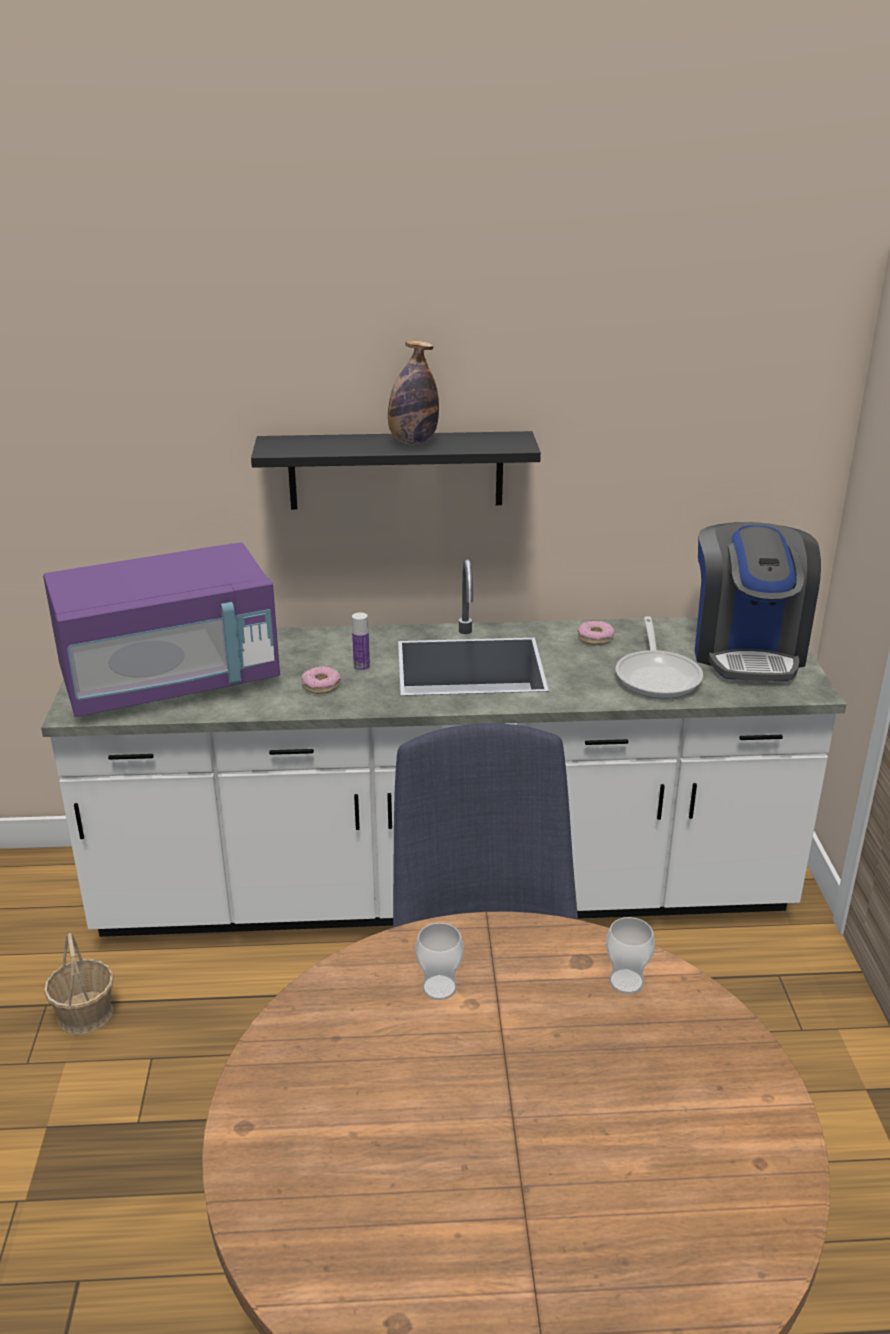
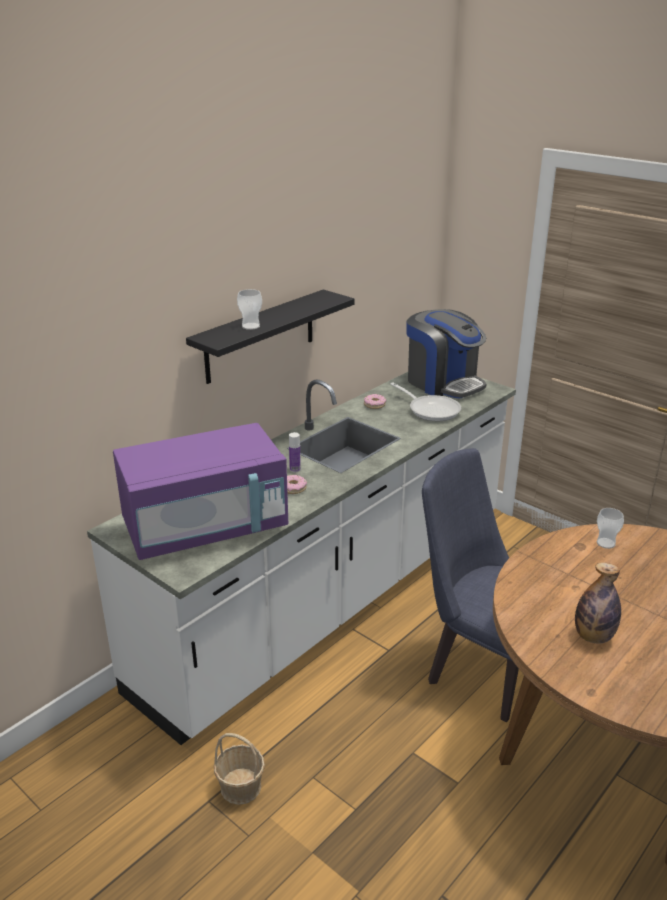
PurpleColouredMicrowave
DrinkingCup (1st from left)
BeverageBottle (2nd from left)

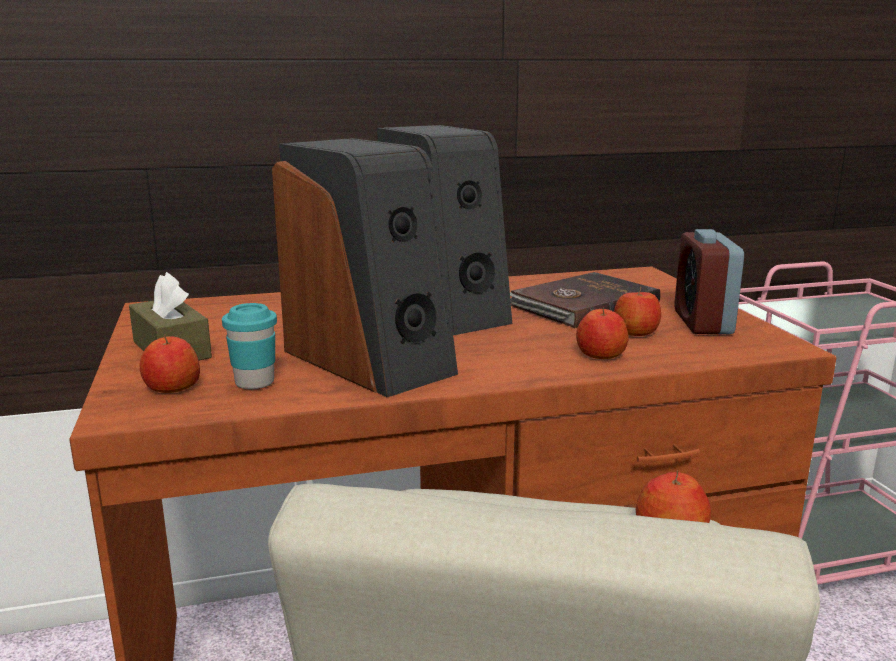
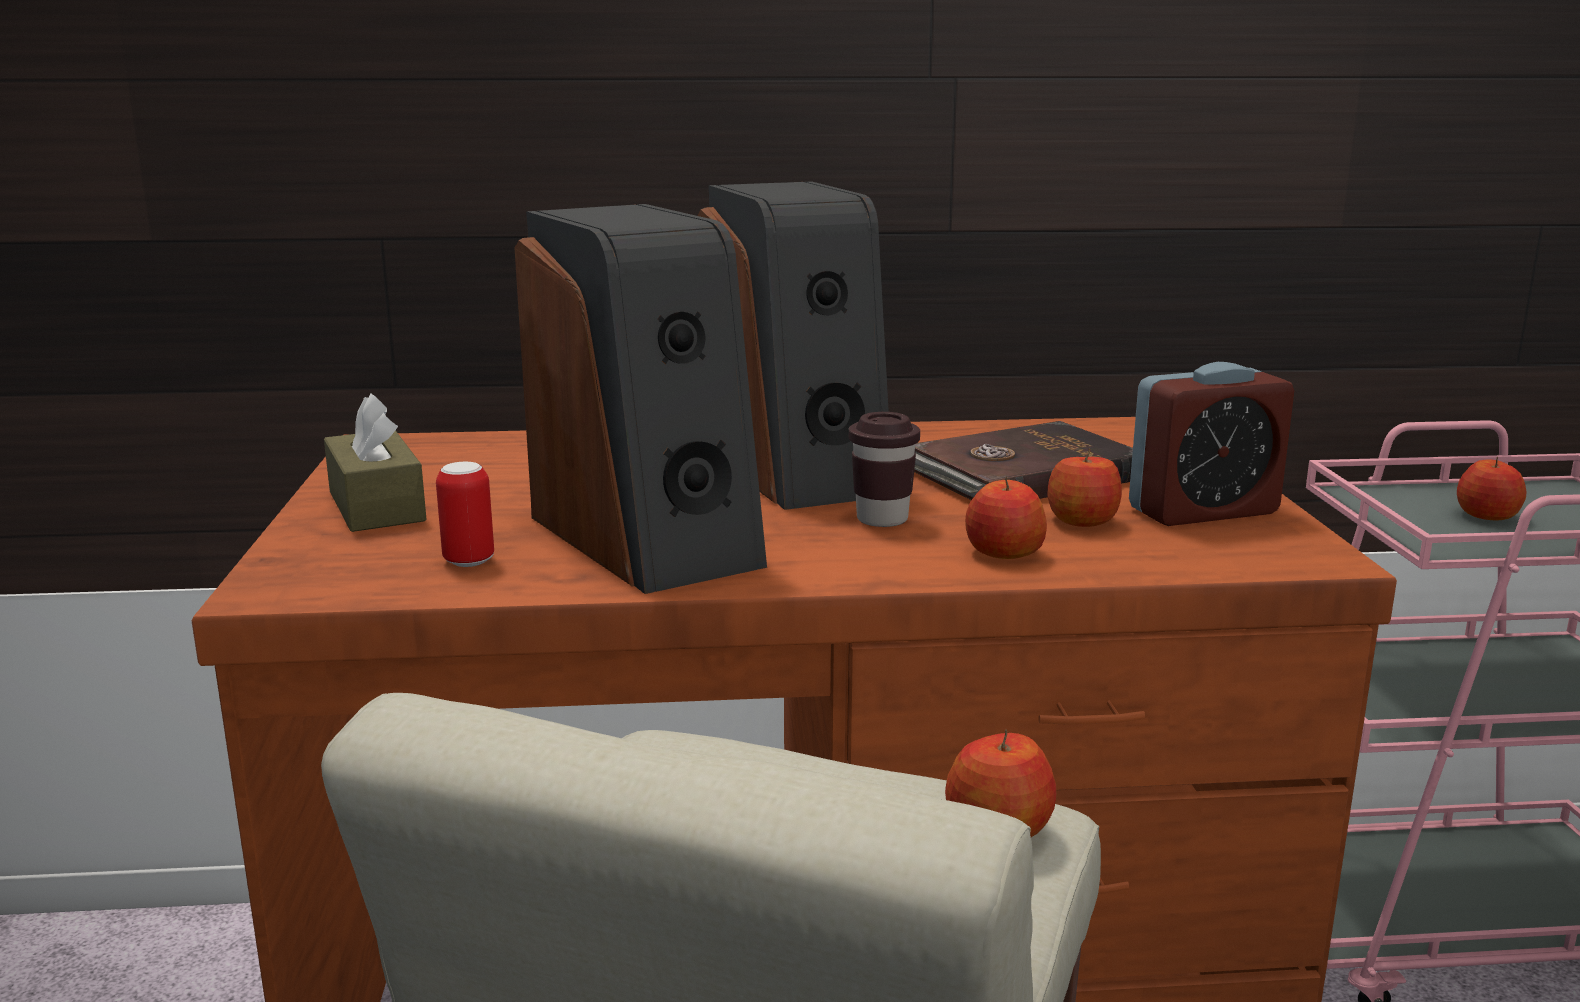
SealedCan
BrownColouredDrinkingCup
BedsideClock
AppleFruit (4th from left)

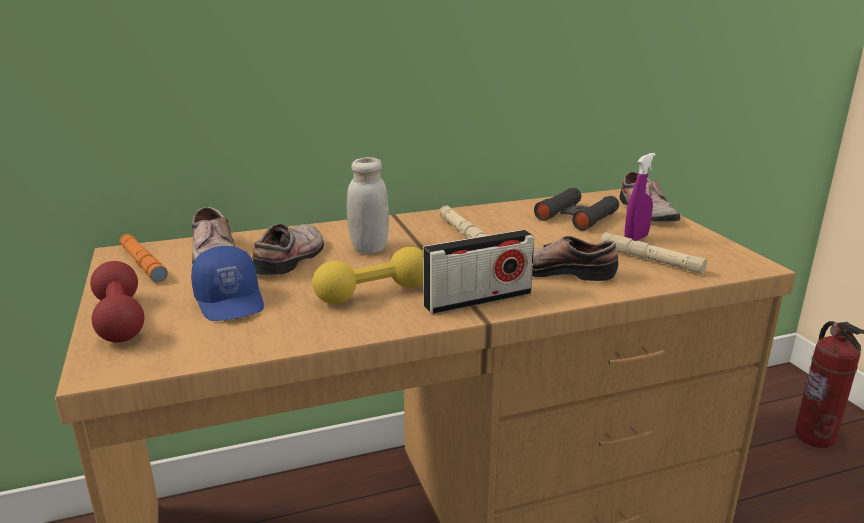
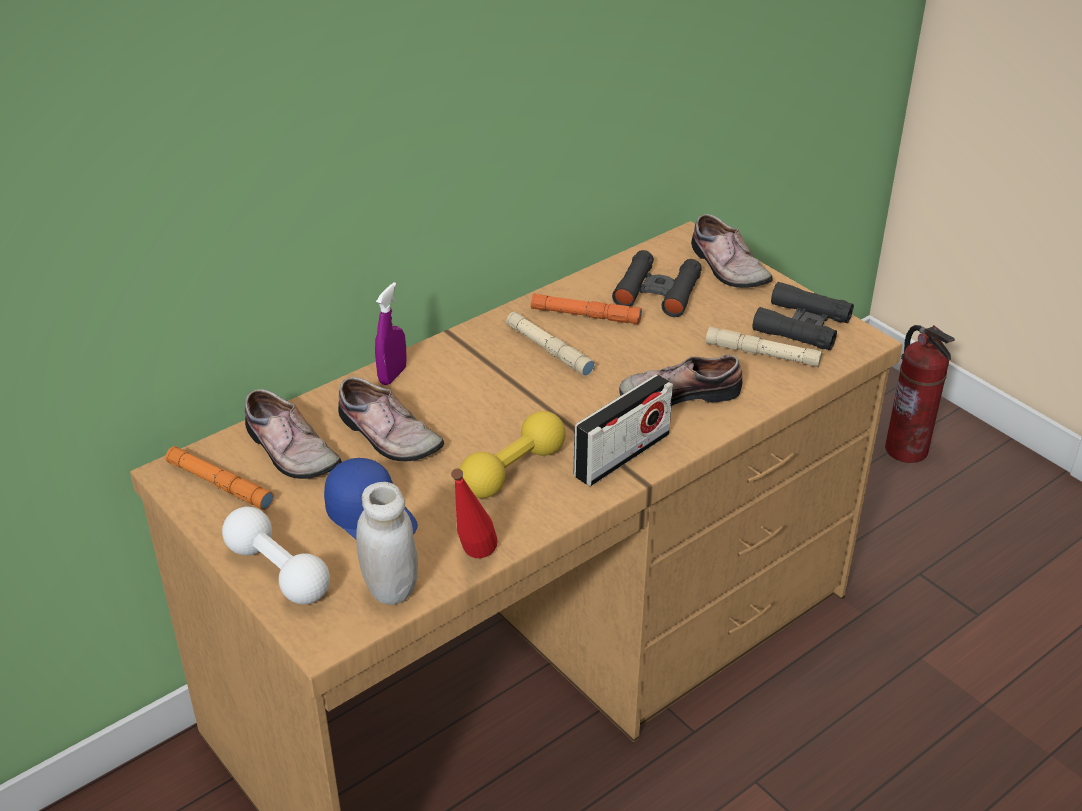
WhitishHandWeight
Shoe (2nd from left)
WhitishJar
PurpleColouredSprayer
RedColouredBeverageBottle
OrangeFlashlight (2nd from left)
BlackColouredPairOfBinoculars (2nd from left)

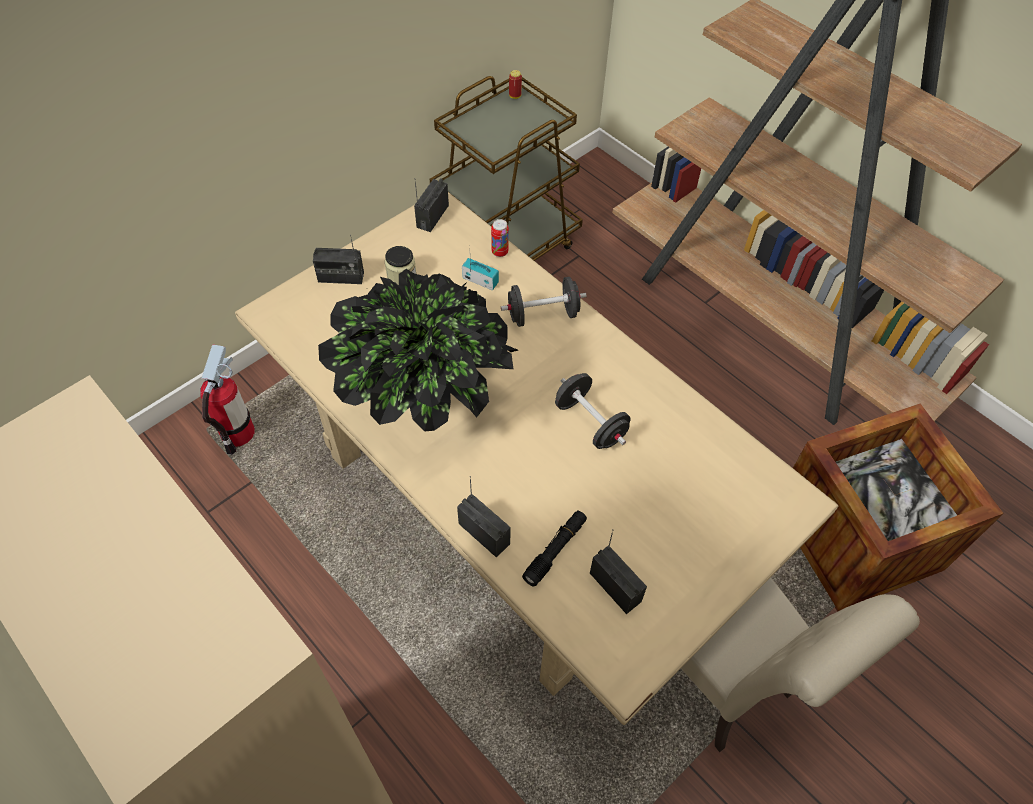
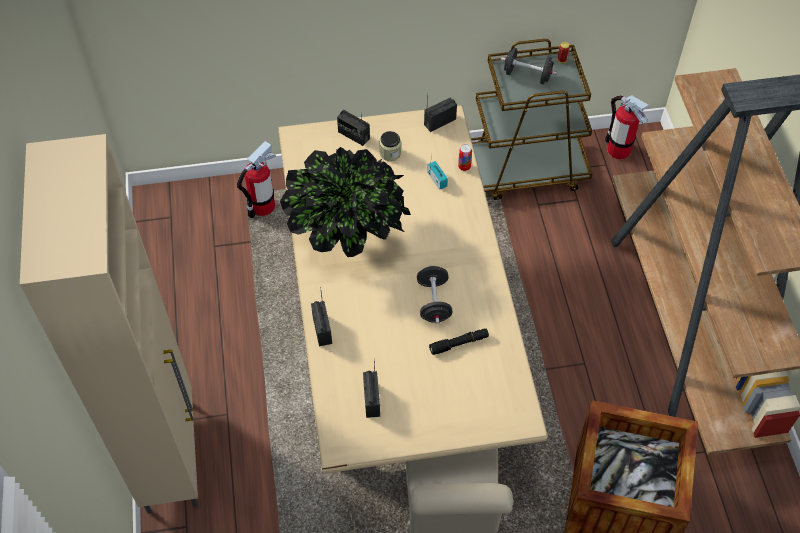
BlackColouredFlashlight
BlackColouredHandWeight (2nd from left)
FireFightingCylinder (2nd from left)

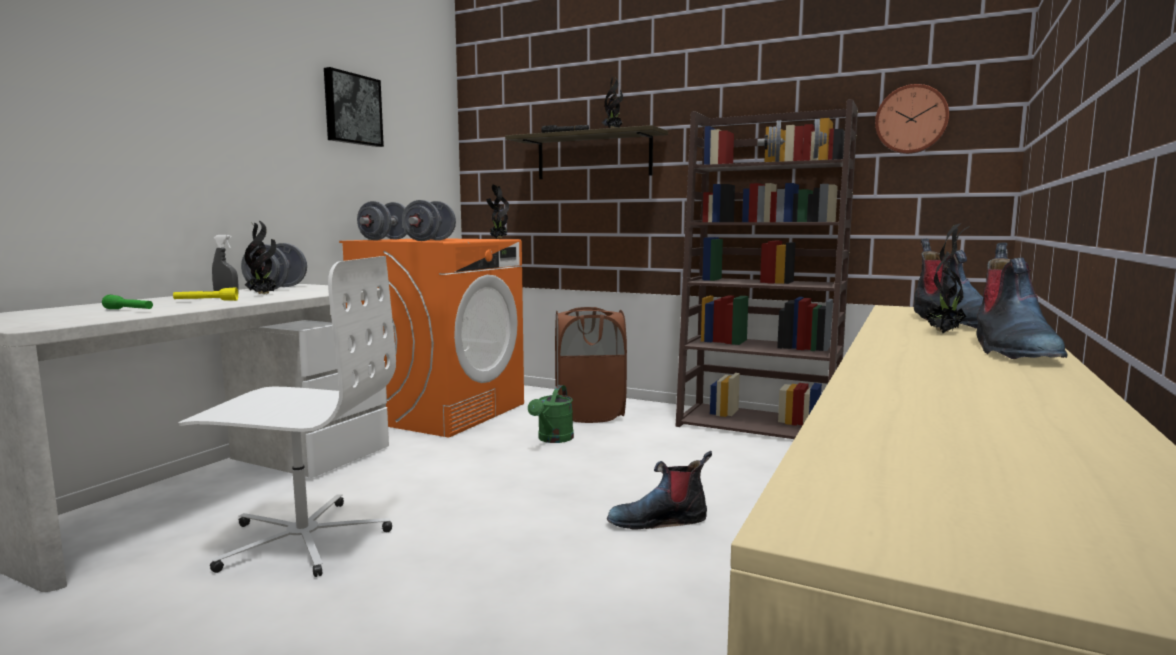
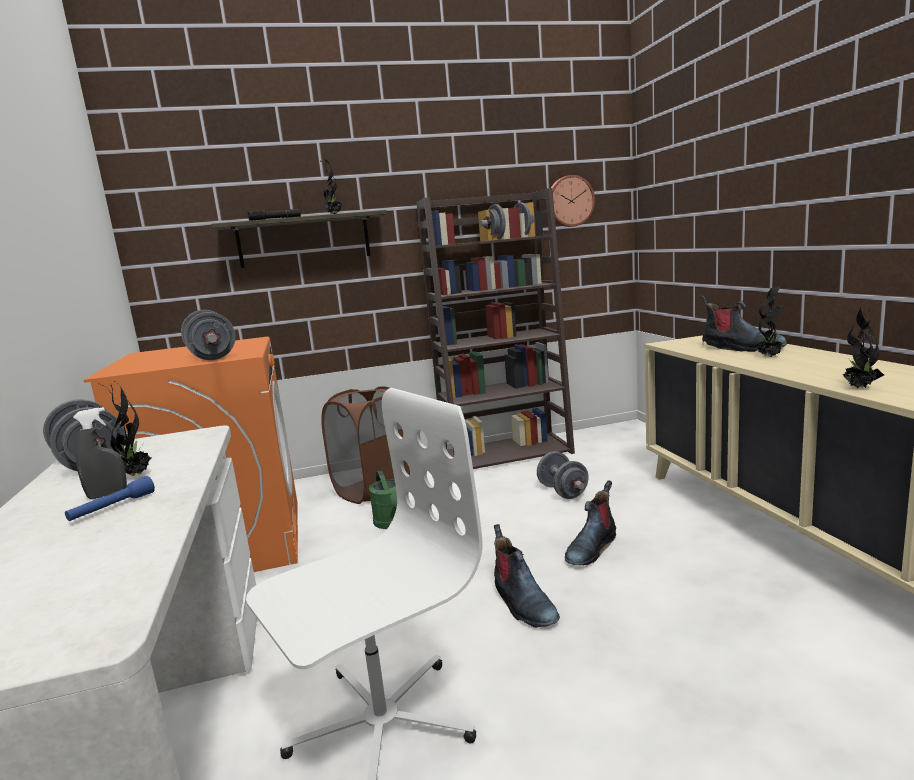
BluishFlashlight
TallBoot (1st from left)
GreyHandWeight (4th from left)
PlantInAPot (4th from left)
GreenishFlashlight
WallArt

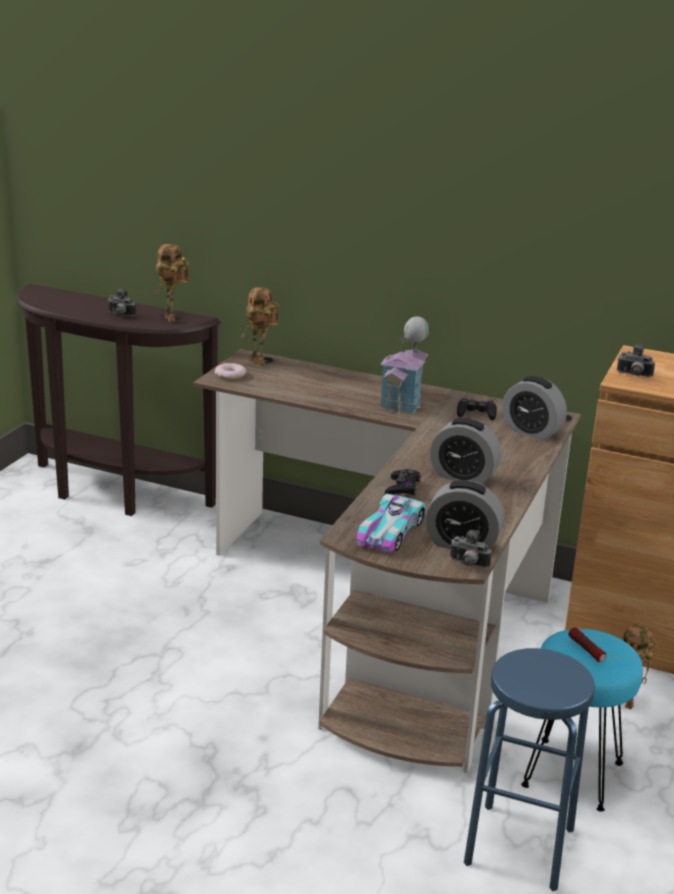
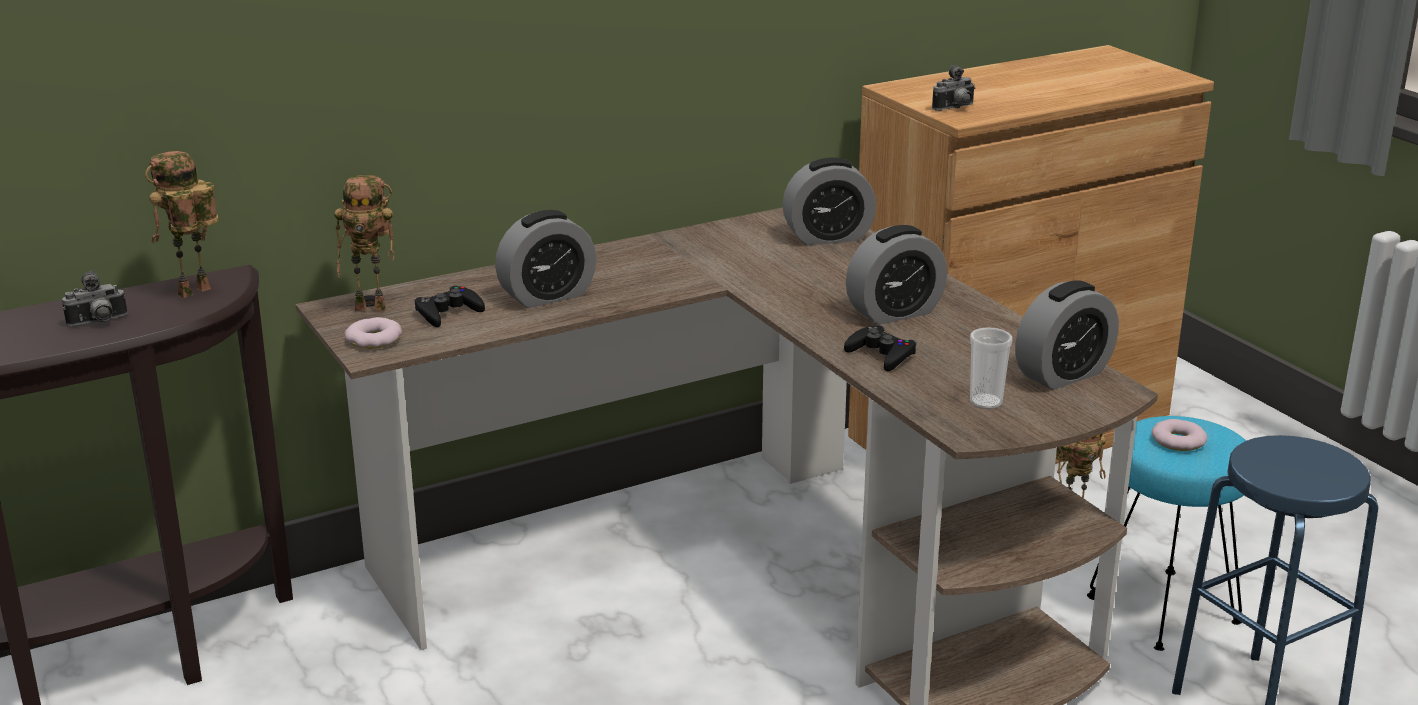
ModelRobot (1st from left)
BlackColouredGamepad (1st from left)
BedsideClock (1st from left)
DrinkingCup
RingDoughnut (2nd from left)
ToyHouse
StillCamera (2nd from left in the first image)

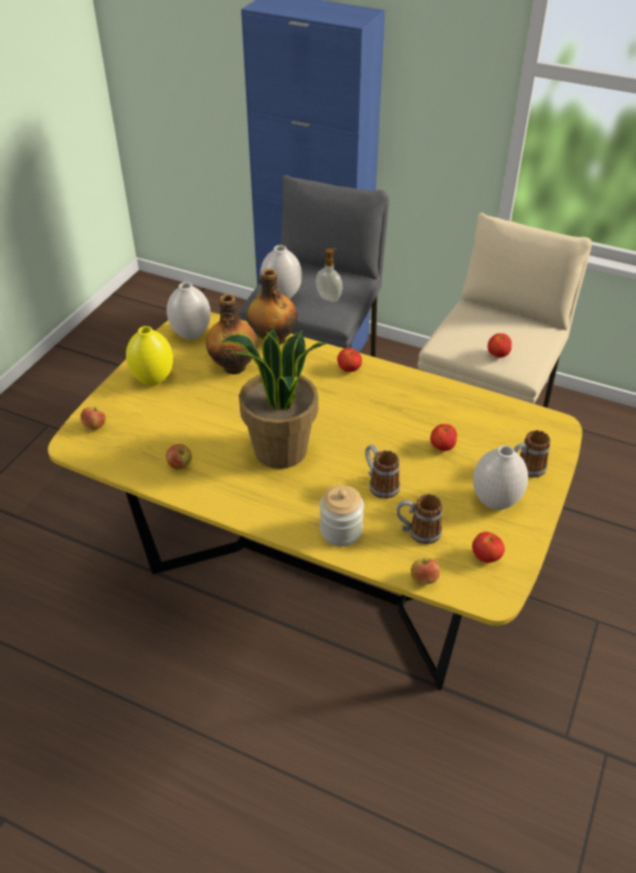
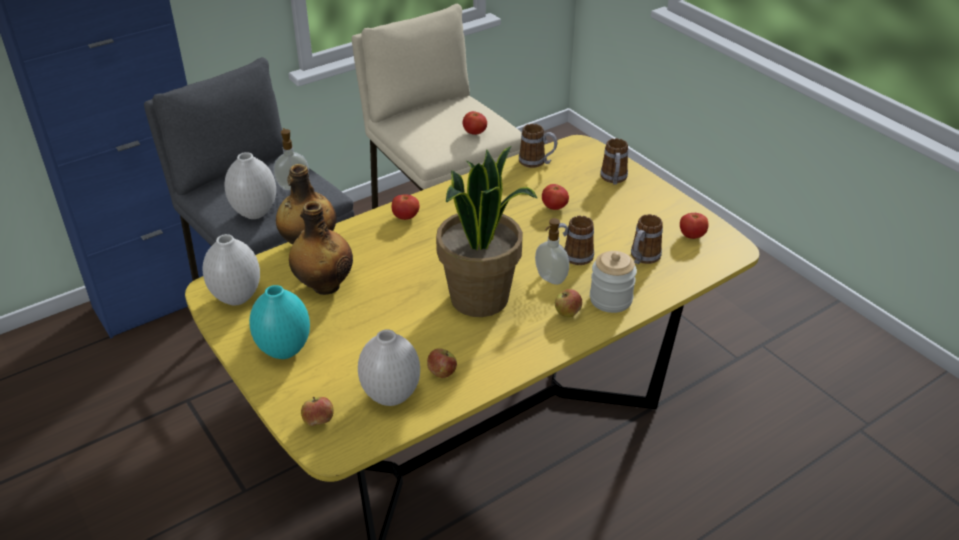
TurquoiseColouredVase
WhitishVase (3rd from left)
CoffeeMug (1st from left)
LiquidSoapBottle (2nd from left)
AppleFruit (3rd from left)

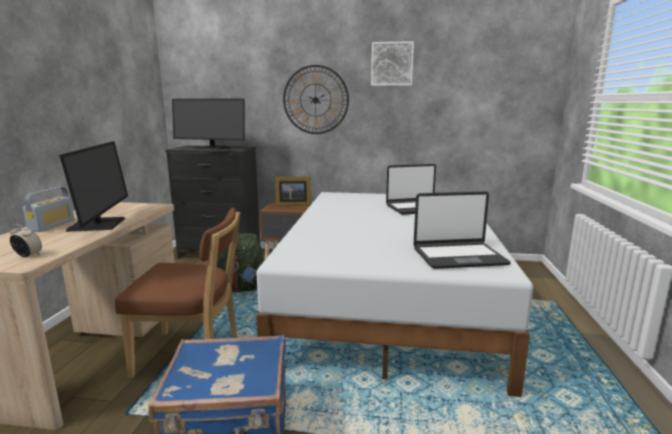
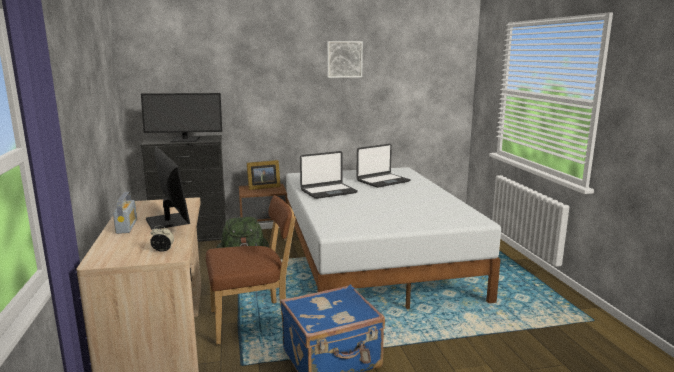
Laptop (1st from left)
HangingClock

